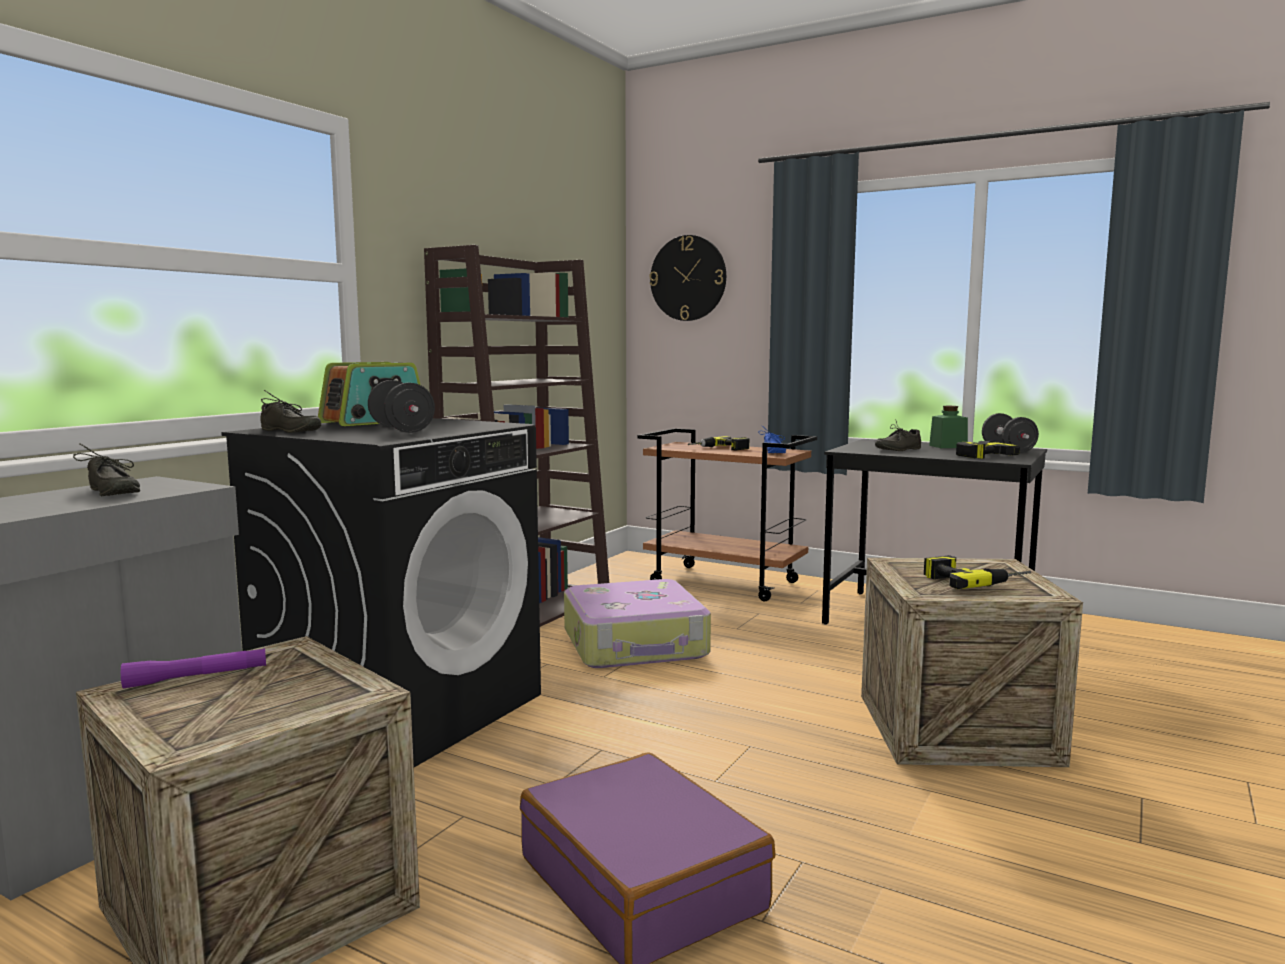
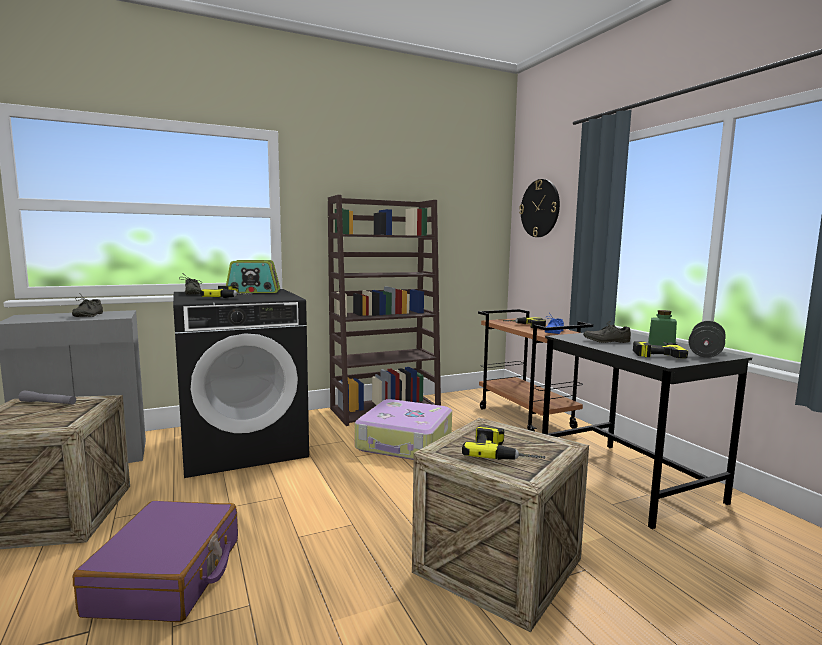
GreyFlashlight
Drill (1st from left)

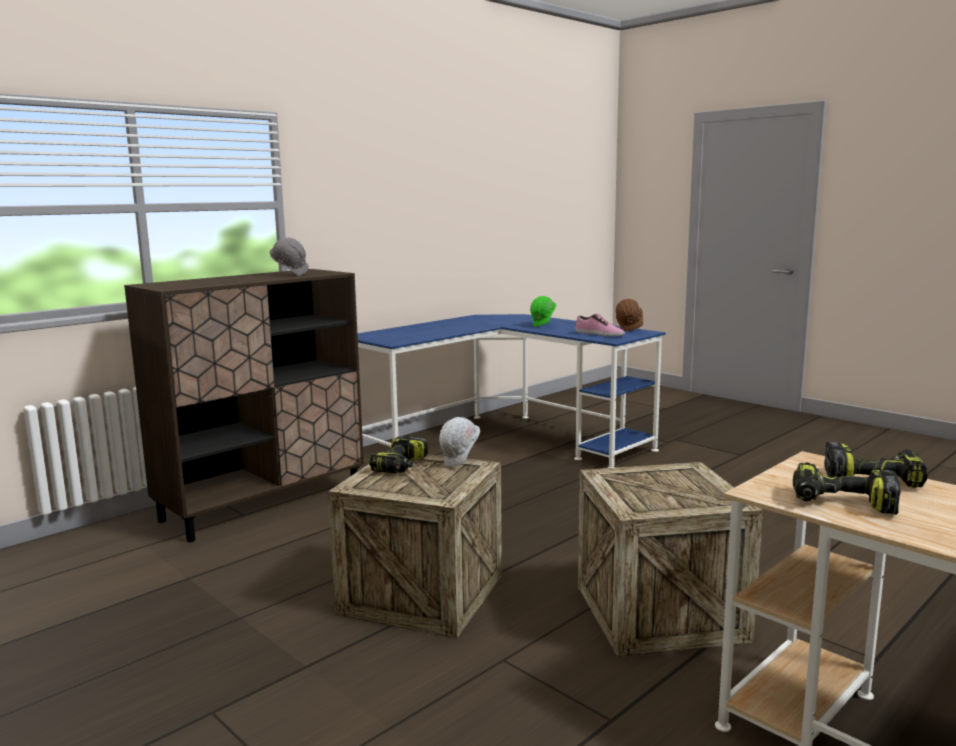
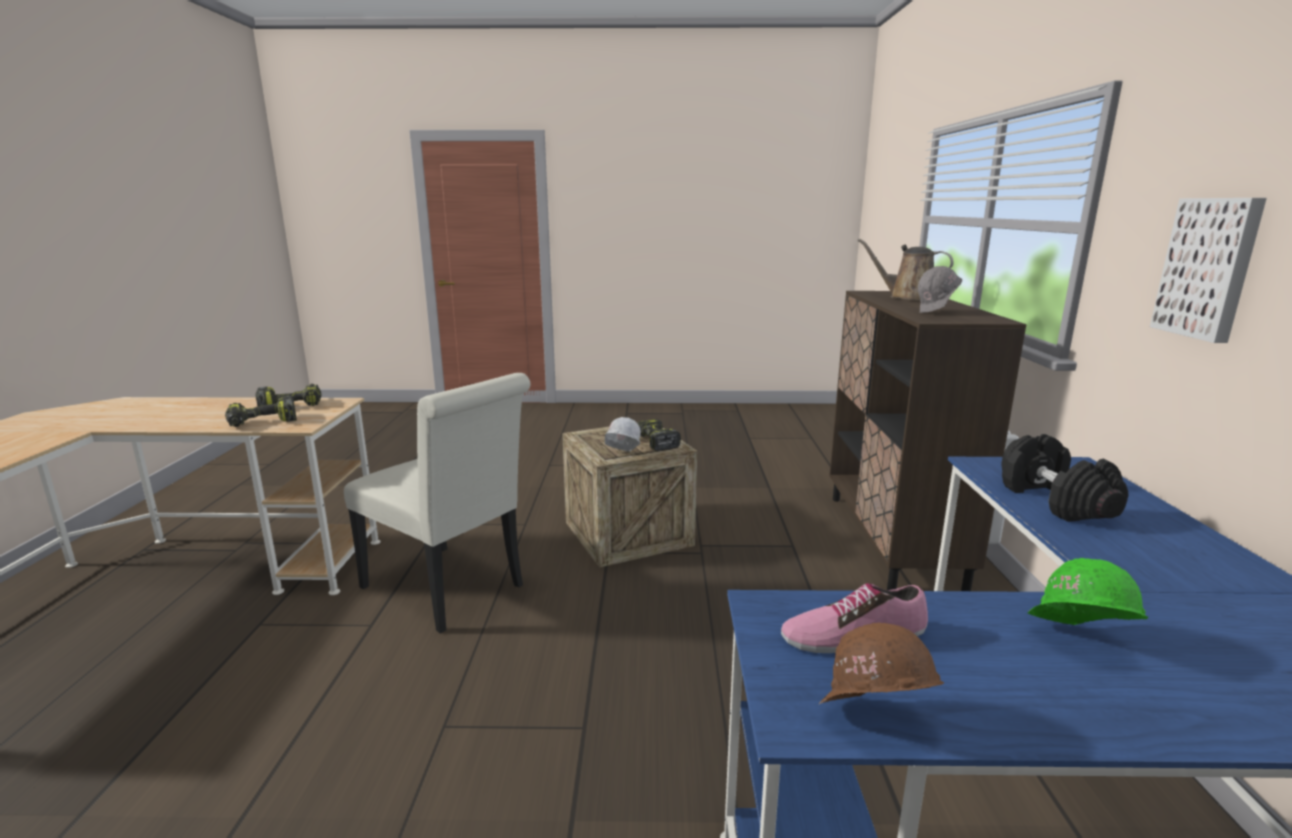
WhitishUprightChair
BrownColouredSprinklingCan
BlackColouredHandWeight
WallArt

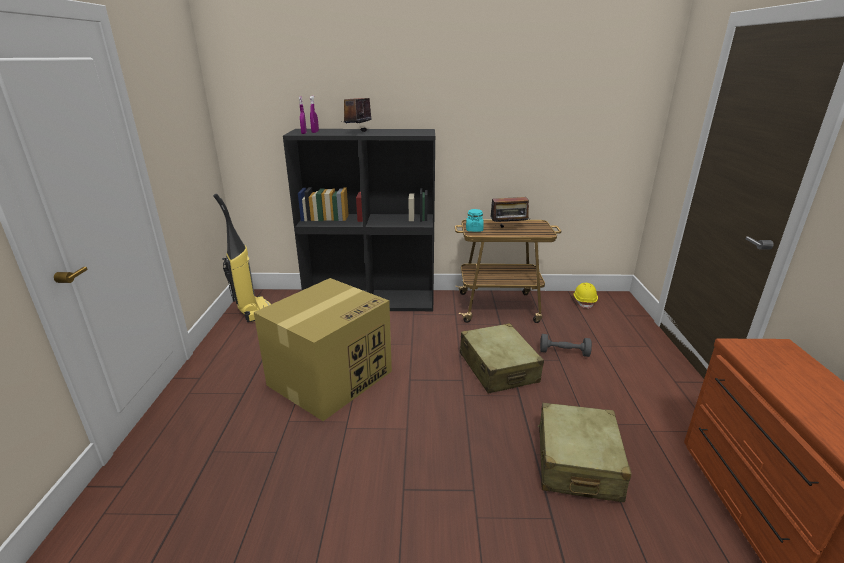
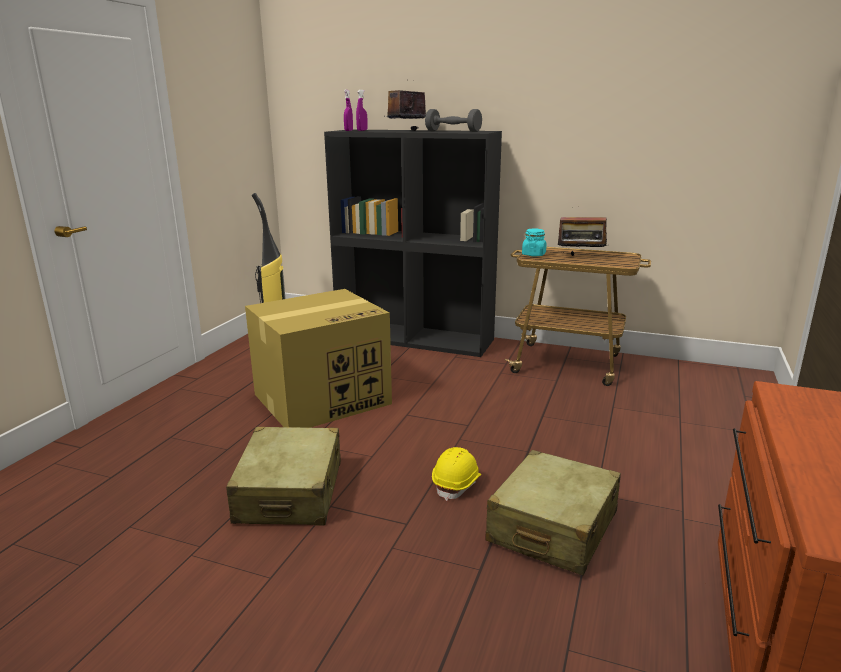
SandColouredSuitcase (1st from left)
GreyHandWeight
YellowColouredHardHat

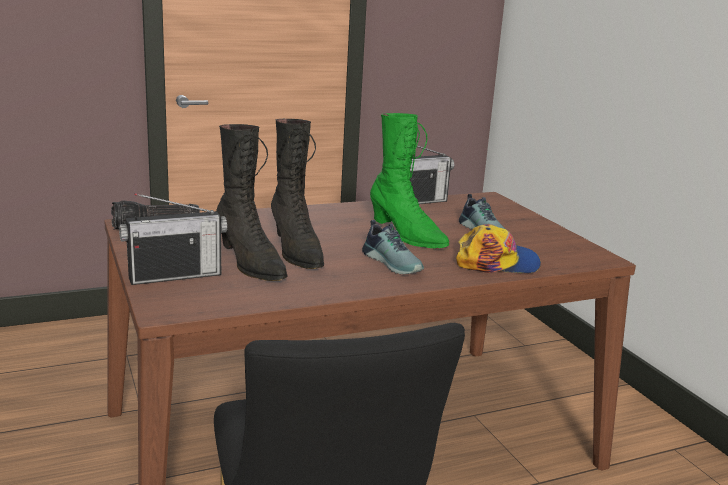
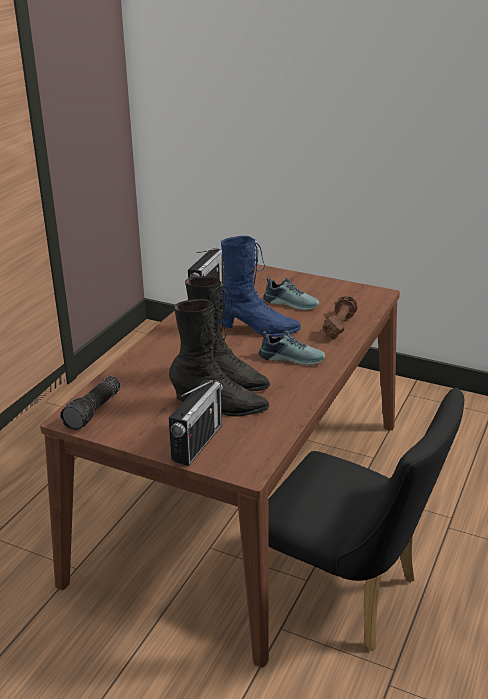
BluishTallBoot
BrownColouredHandWeight

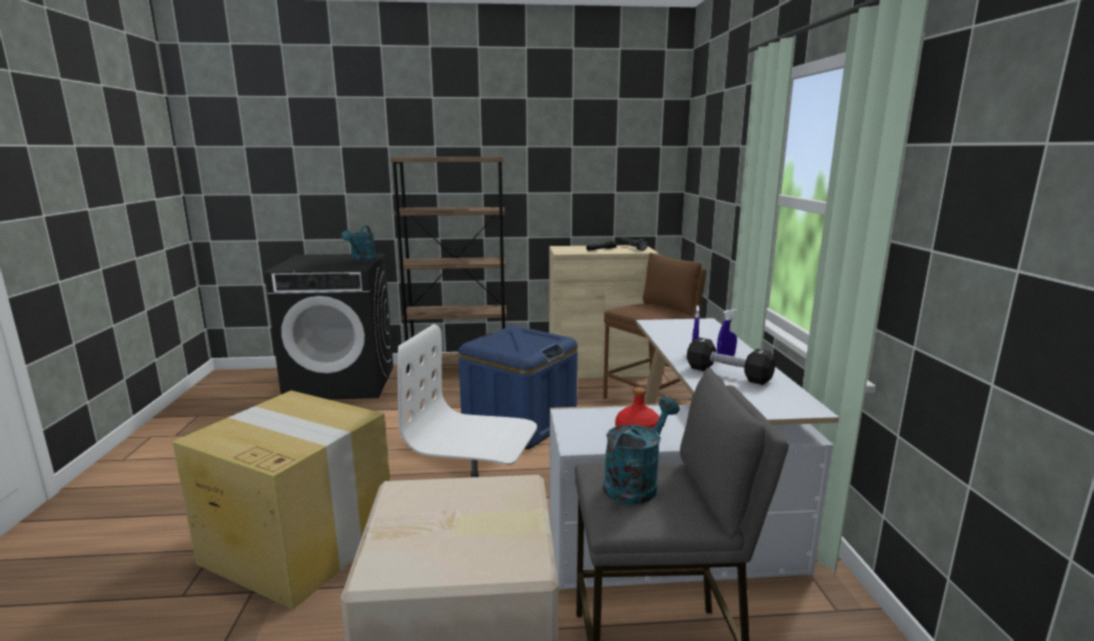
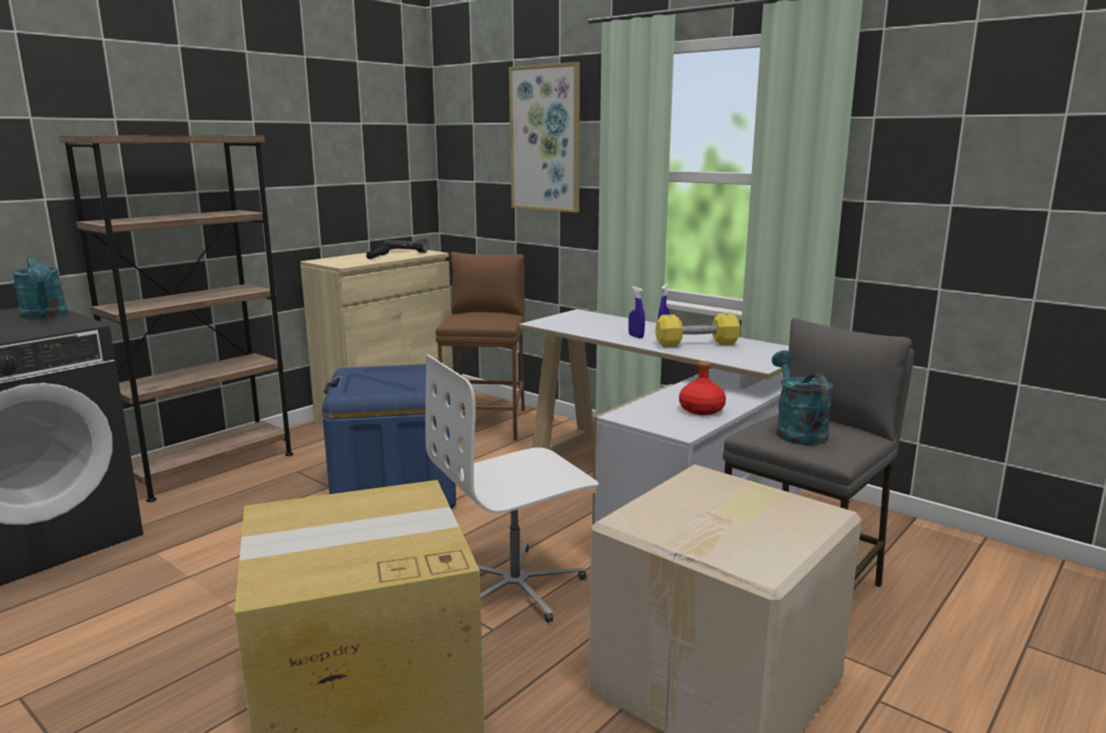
WallArt
YellowColouredHandWeight

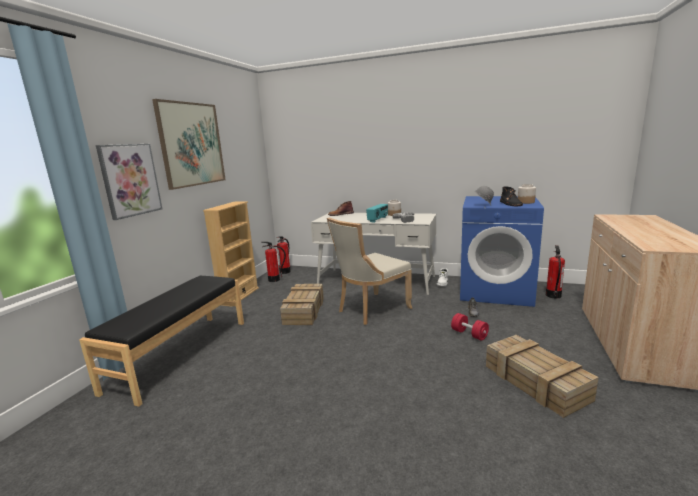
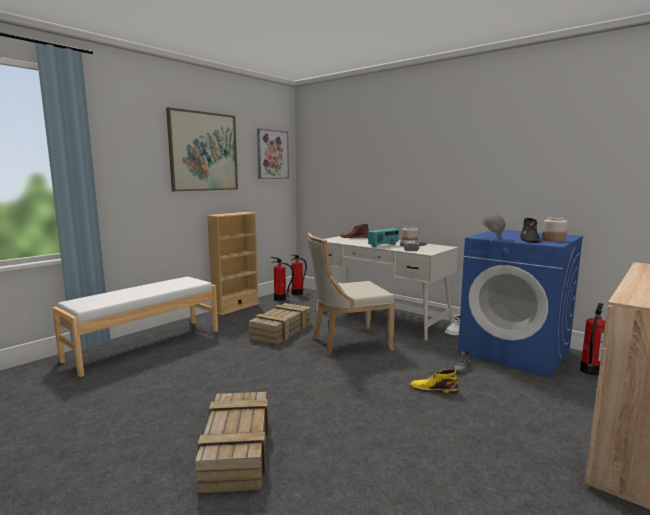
WhitishIndoorBench
Crate (1st from left)
WallArt (2nd from left)
YellowColouredTallBoot

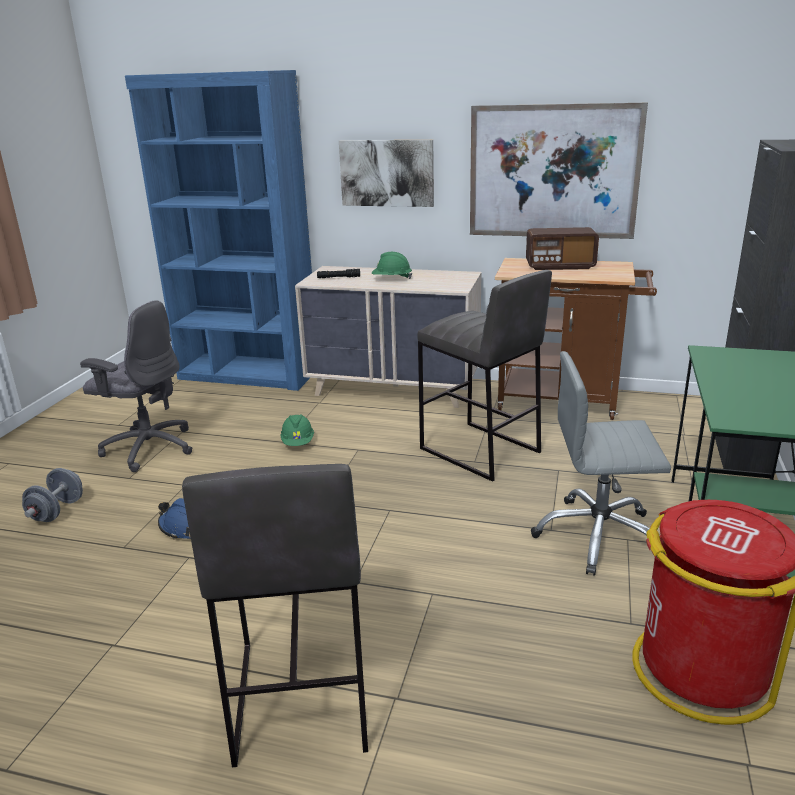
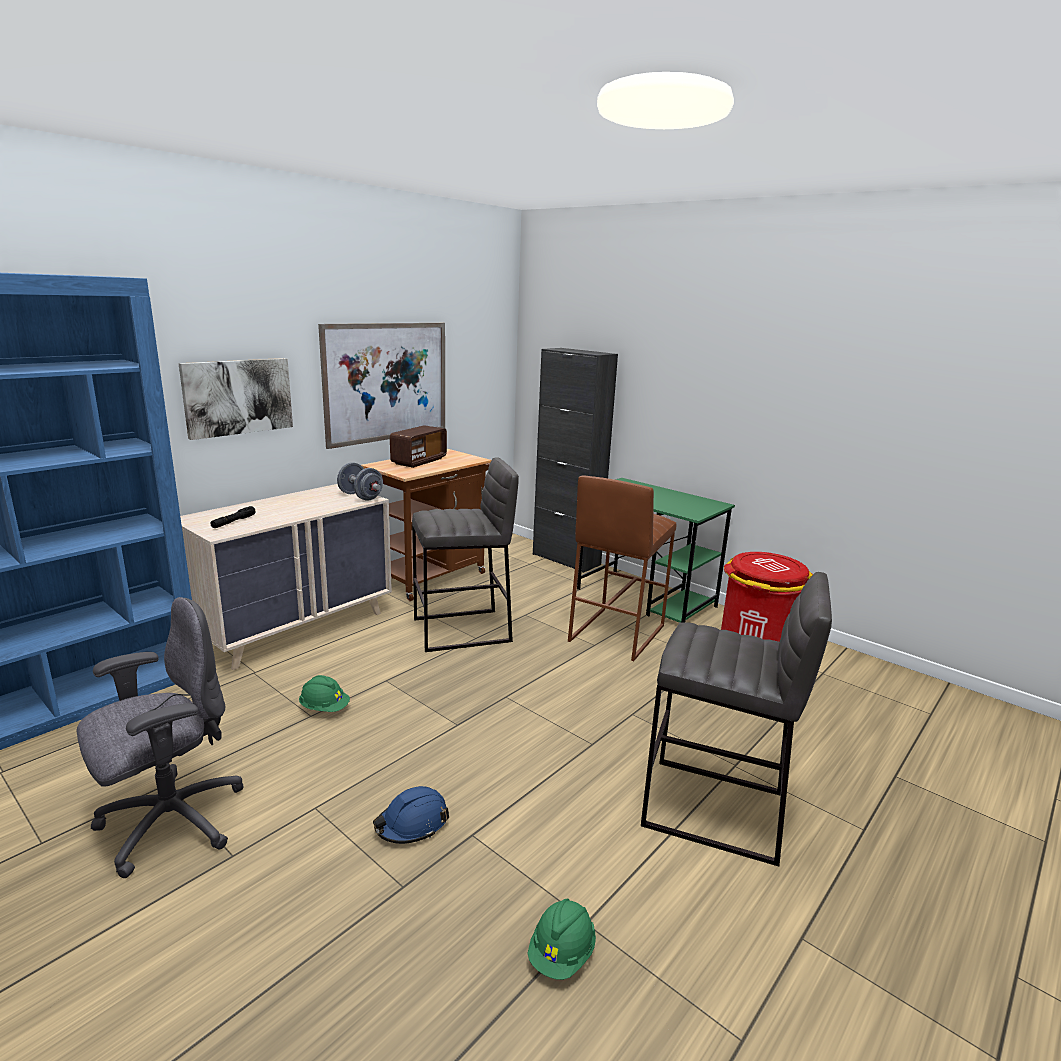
GreyHandWeight
GreenishHardHat (2nd from left)
BrownColouredSittingStool

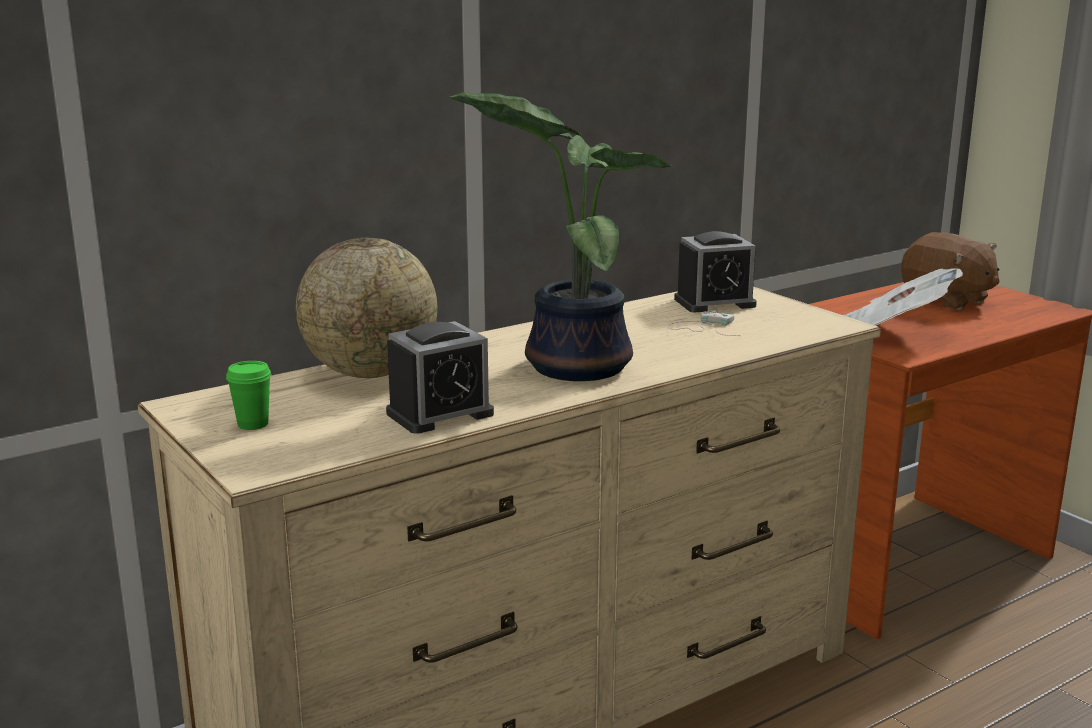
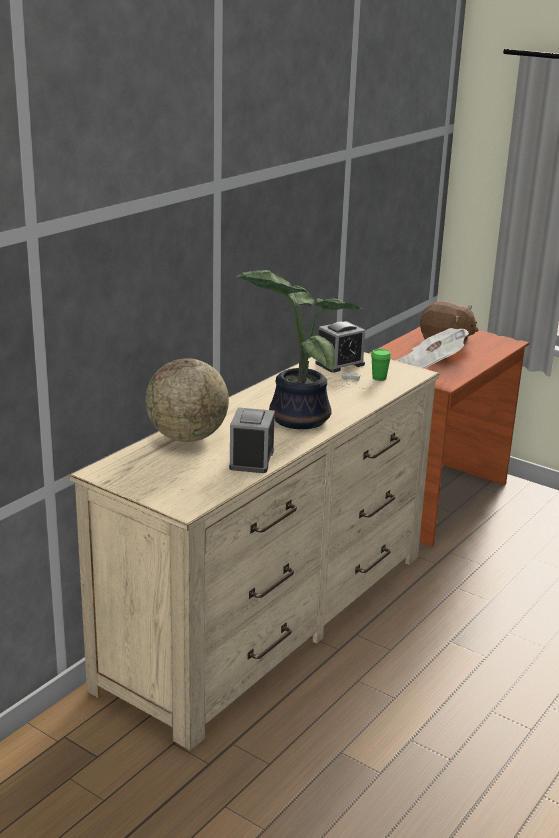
BedsideClock (1st from left)
GreenishDrinkingCup

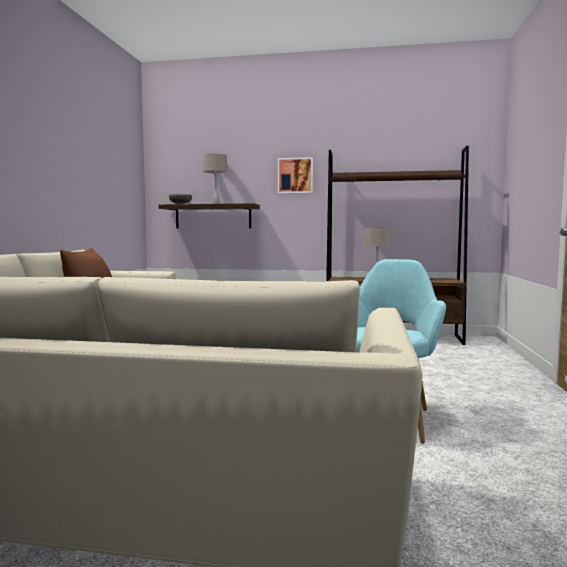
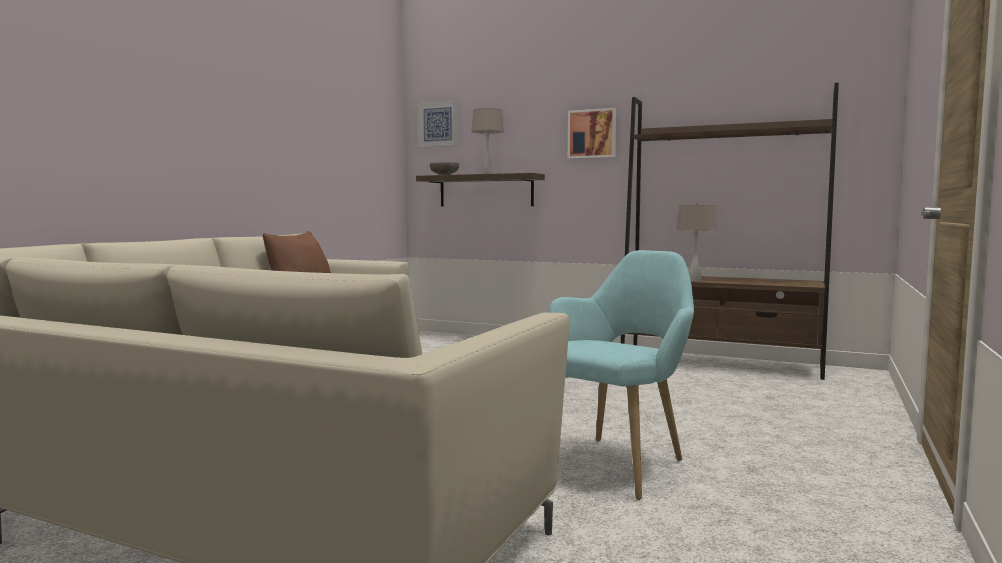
WallArt (1st from left)

